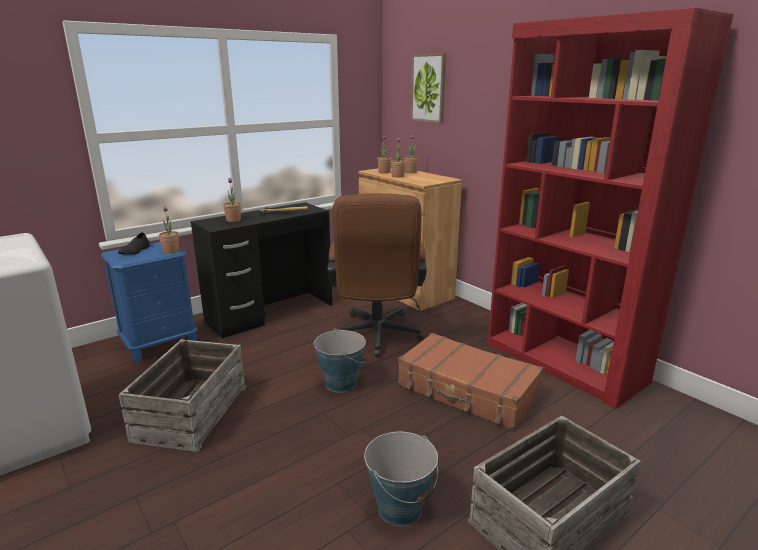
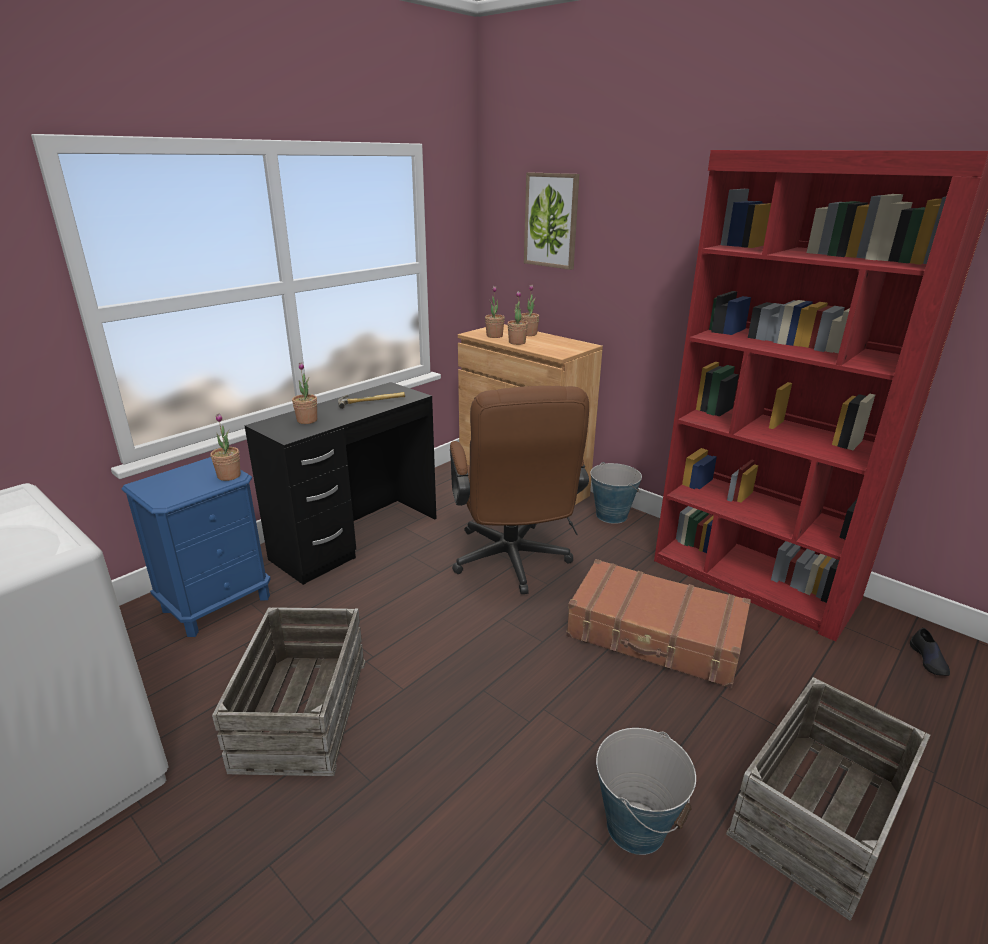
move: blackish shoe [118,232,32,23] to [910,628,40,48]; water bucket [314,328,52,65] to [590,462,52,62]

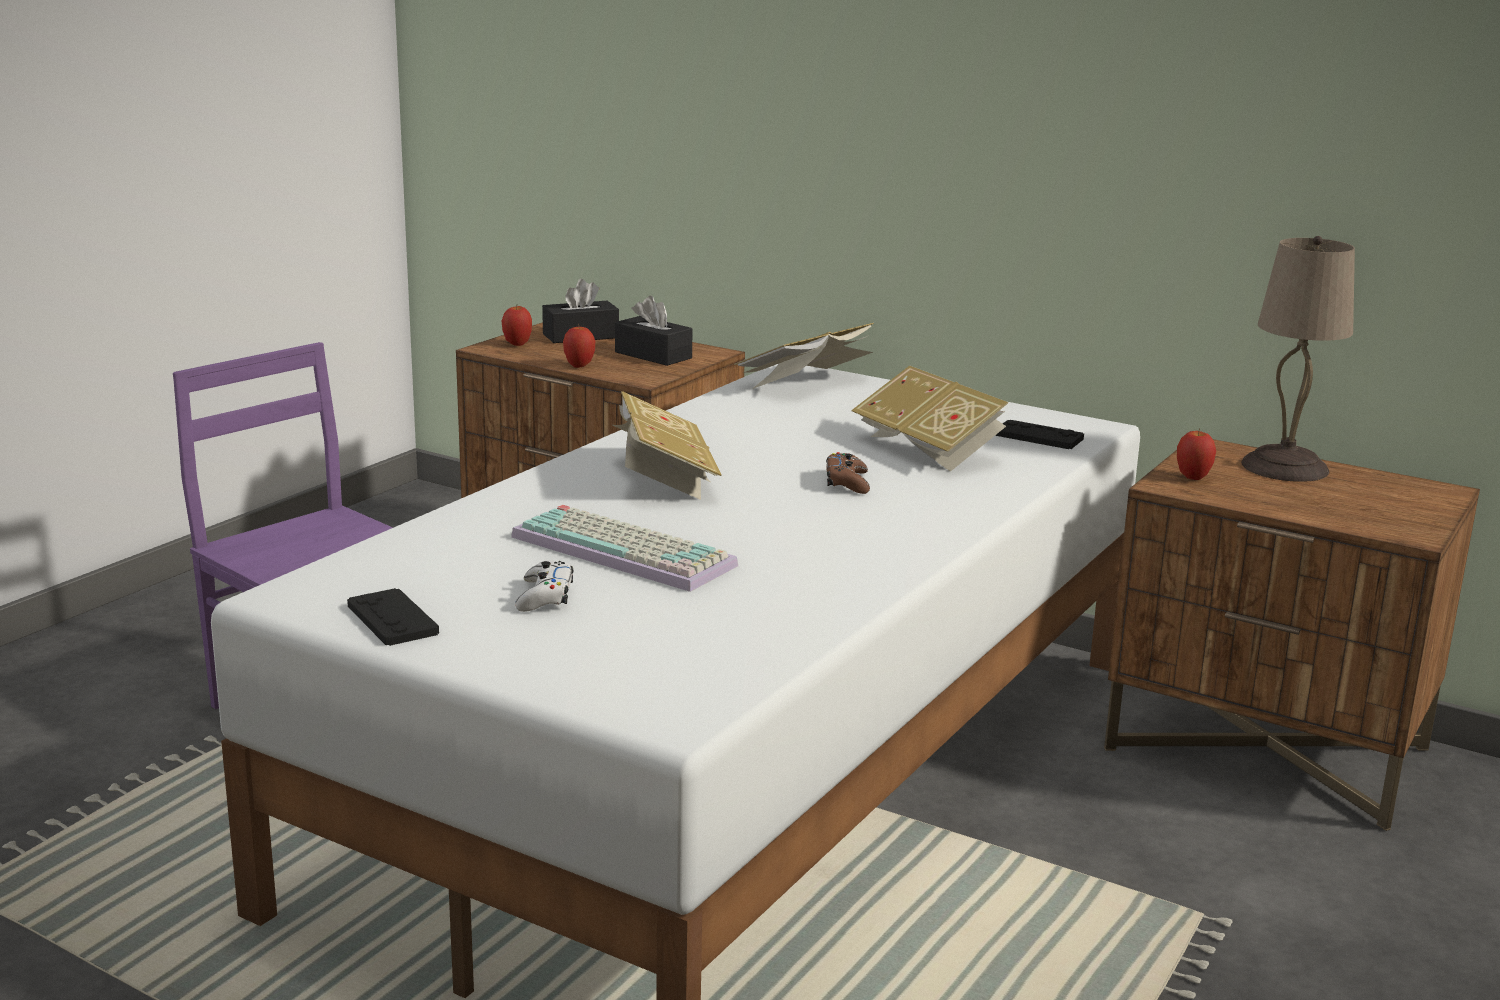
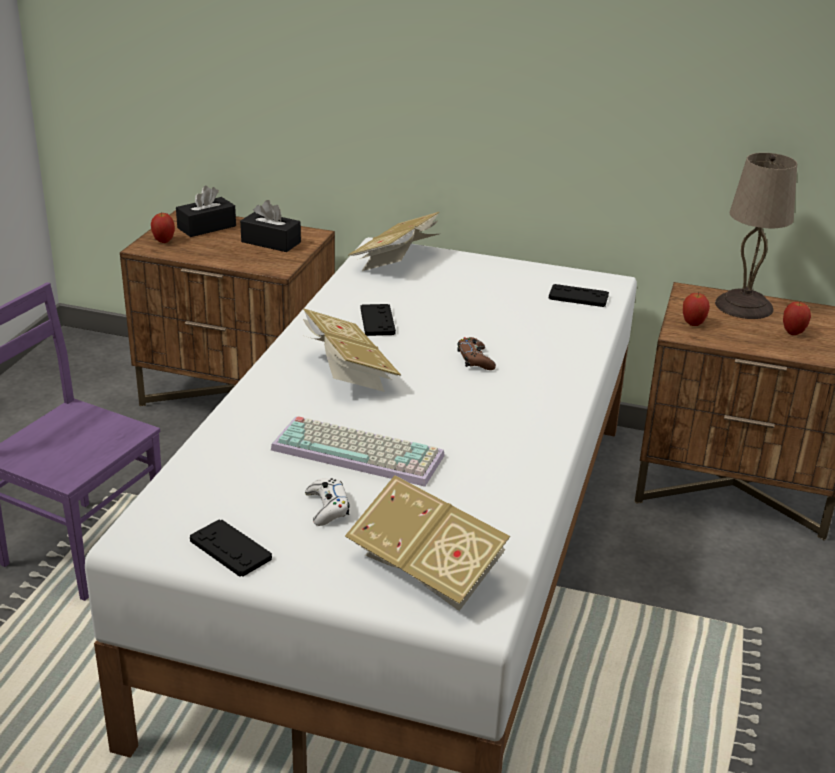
insert: blackish game controller [361,304,35,32]
move: apple [563,324,32,44] to [783,302,28,33]; volume [851,366,157,106] to [345,475,165,136]

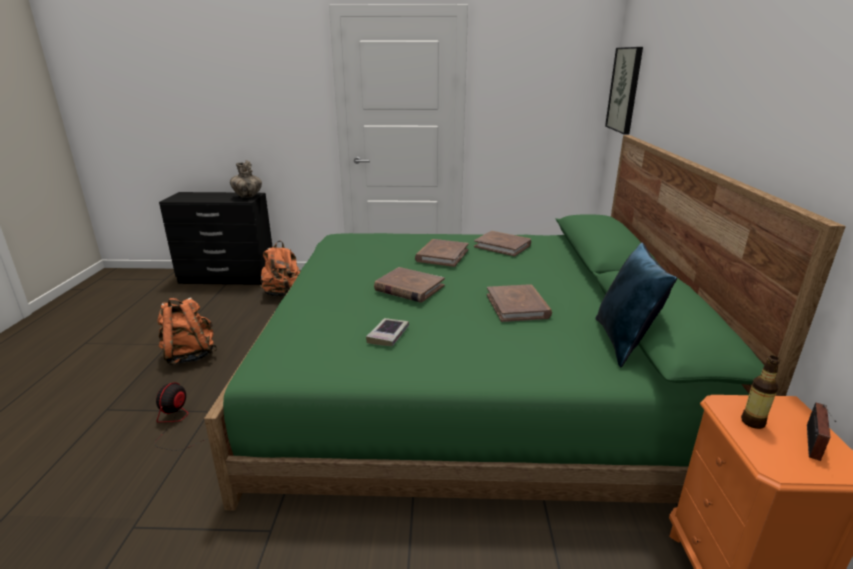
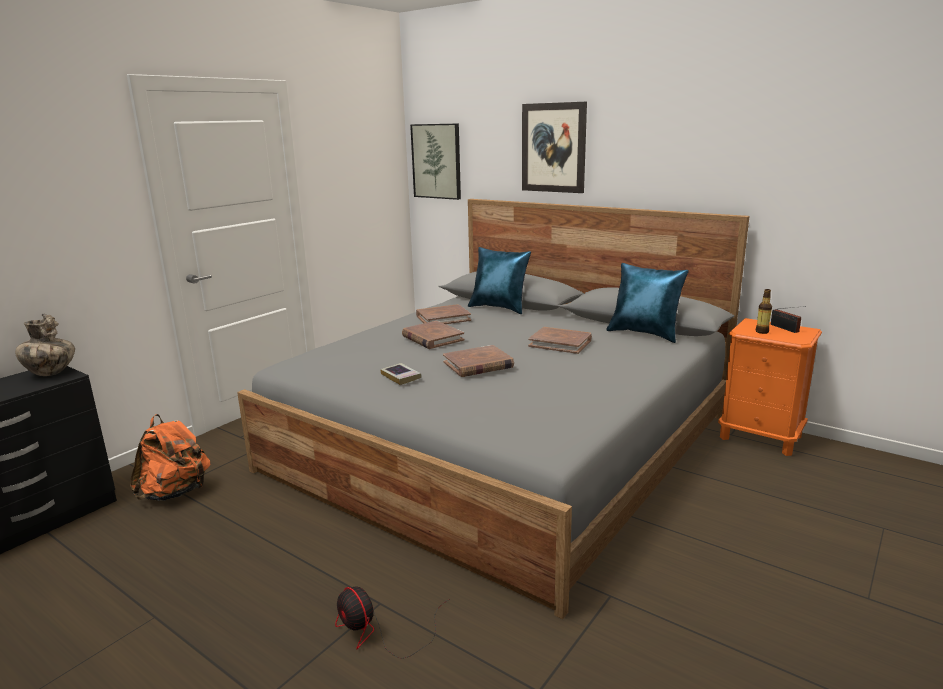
delete: orange backpack [157,297,60,68]
insert: picture [522,102,65,91]; blue cushion [468,247,63,67]
move: volume [366,318,43,28] to [380,363,42,22]
recolor: green-coloured bedroom bed [204,135,642,376] to grey bedroom bed [237,199,513,420]

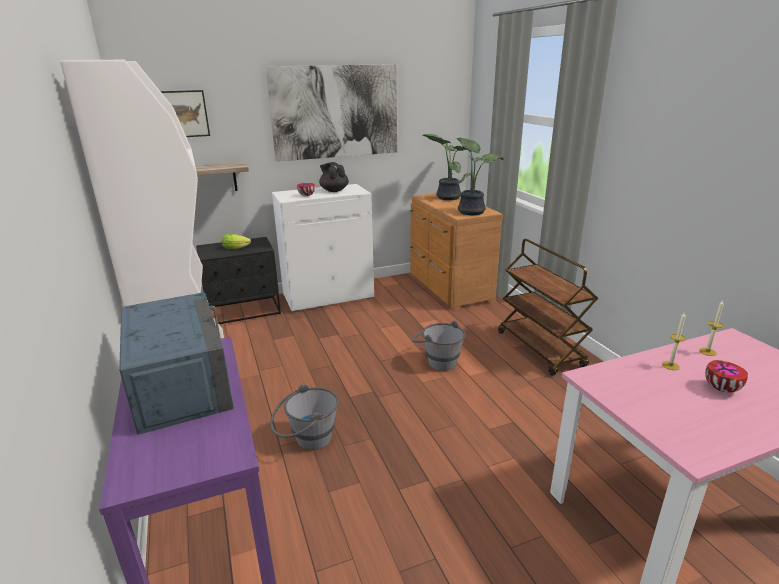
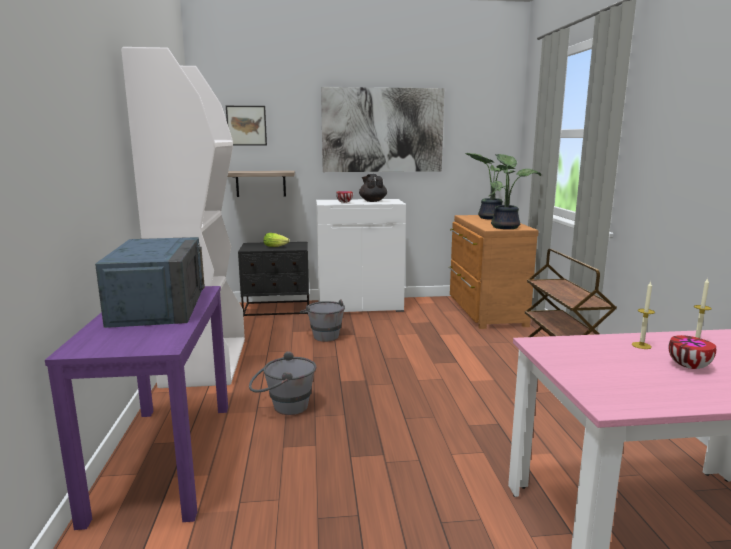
move: grey water bucket [412,320,54,51] to [300,299,45,43]

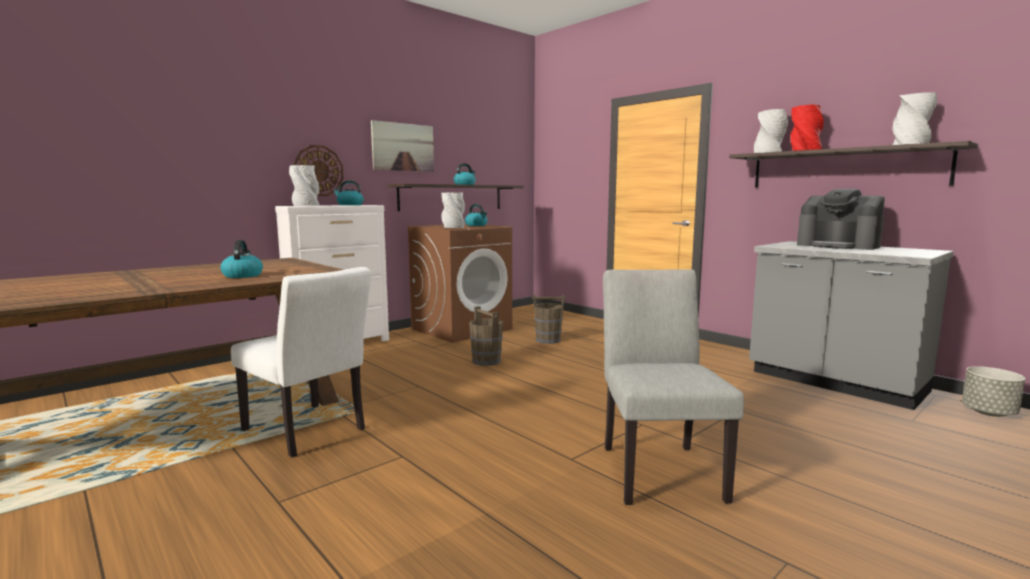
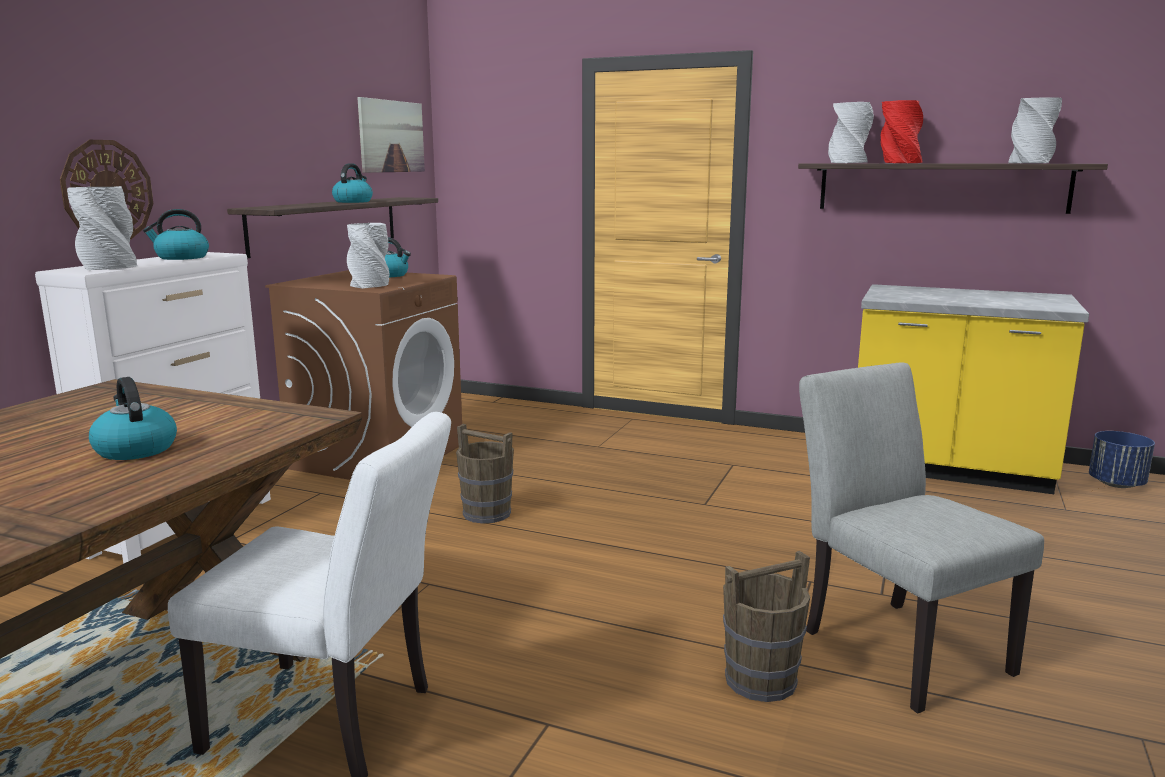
delete: coffee maker [797,189,88,61]
move: picture [371,120,63,52] to [357,97,68,76]; brownish water bucket [532,294,33,50] to [723,551,87,151]
recolor: grey kitchen base unit [749,241,205,169] to yellow-coloured kitchen base unit [858,284,231,210]; grey plant pot [962,366,63,51] to blue plant pot [1089,431,66,57]

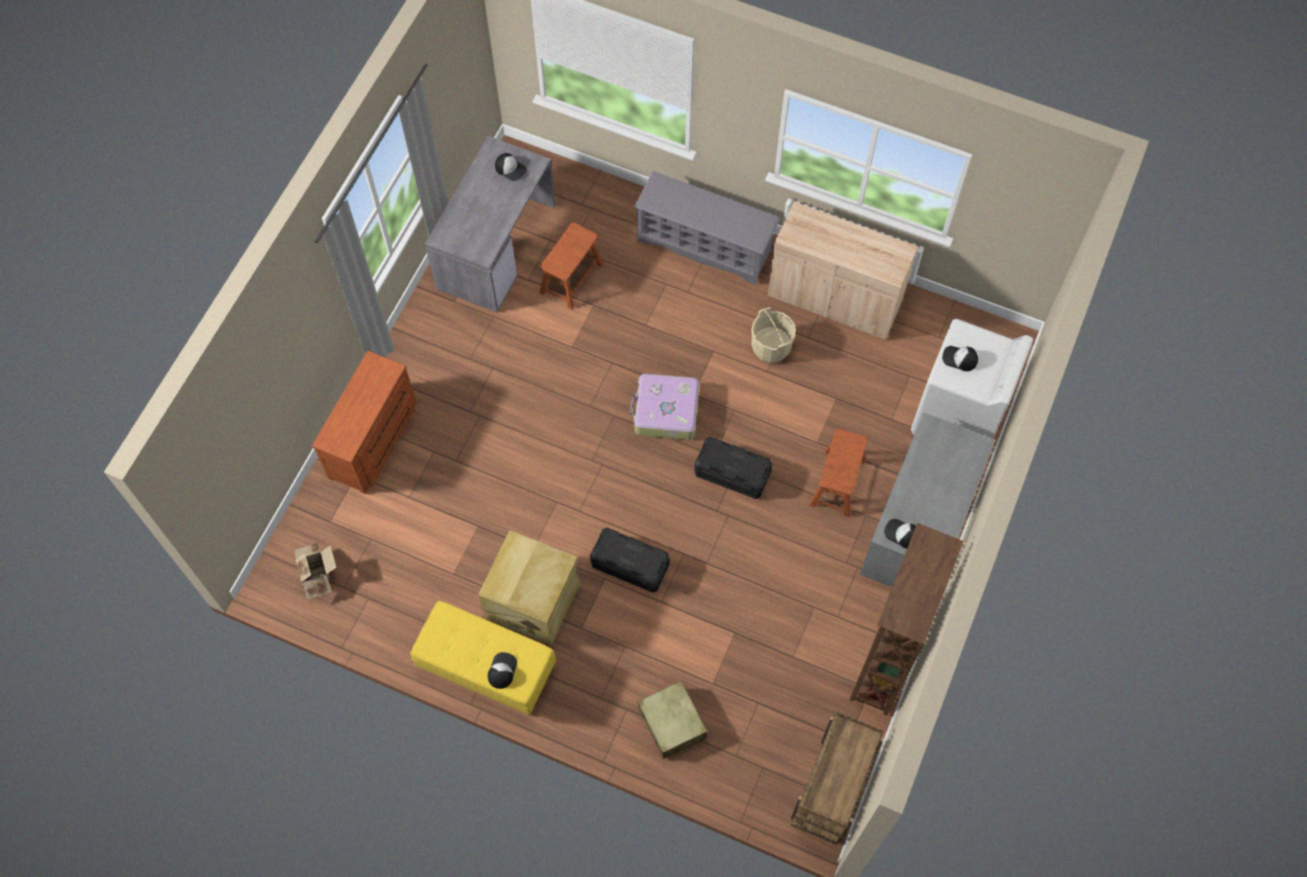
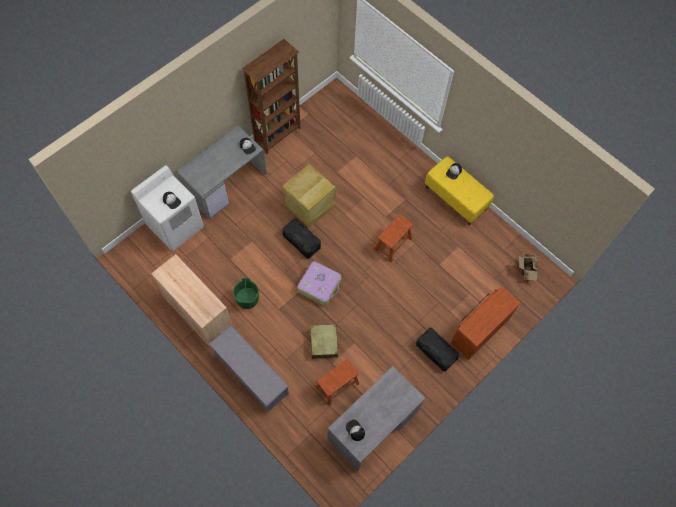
delete: brownish cart [791,711,93,135]
move: brownish sitting stool [809,429,59,88] to [374,214,40,48]; blackish storage container [590,528,80,65] to [416,328,43,43]; beige-coloured storage container [478,531,103,115] to [282,164,54,64]; beige-coloured suitcase [638,681,69,78] to [310,324,29,35]
recolor: beige-coloured water bucket [751,307,45,56] to green-coloured water bucket [233,278,26,31]

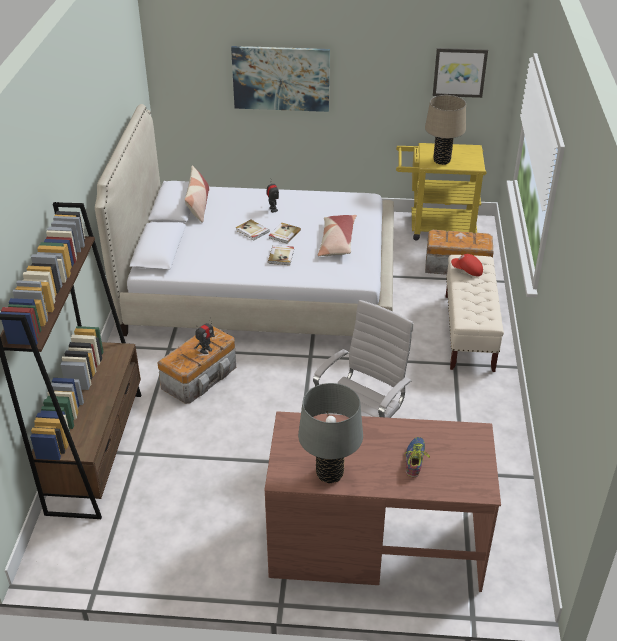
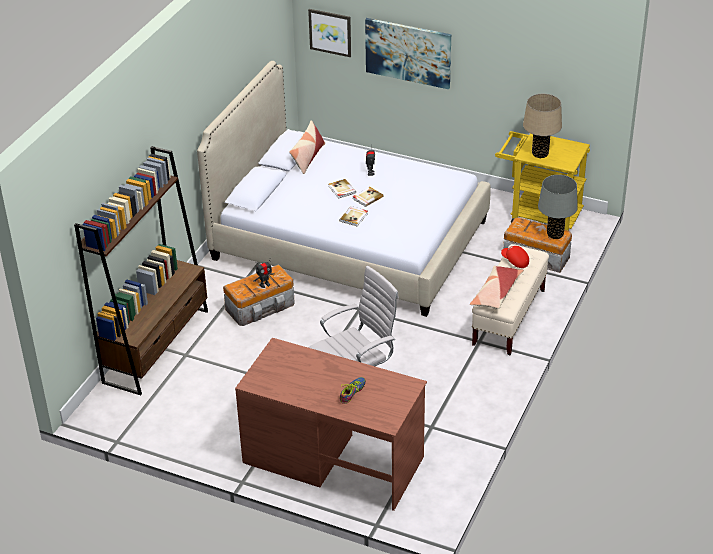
move: picture [433,48,55,50] to [308,9,43,48]; cushion [318,215,39,41] to [470,266,54,42]; grey table lamp [298,383,65,101] to [538,175,40,64]

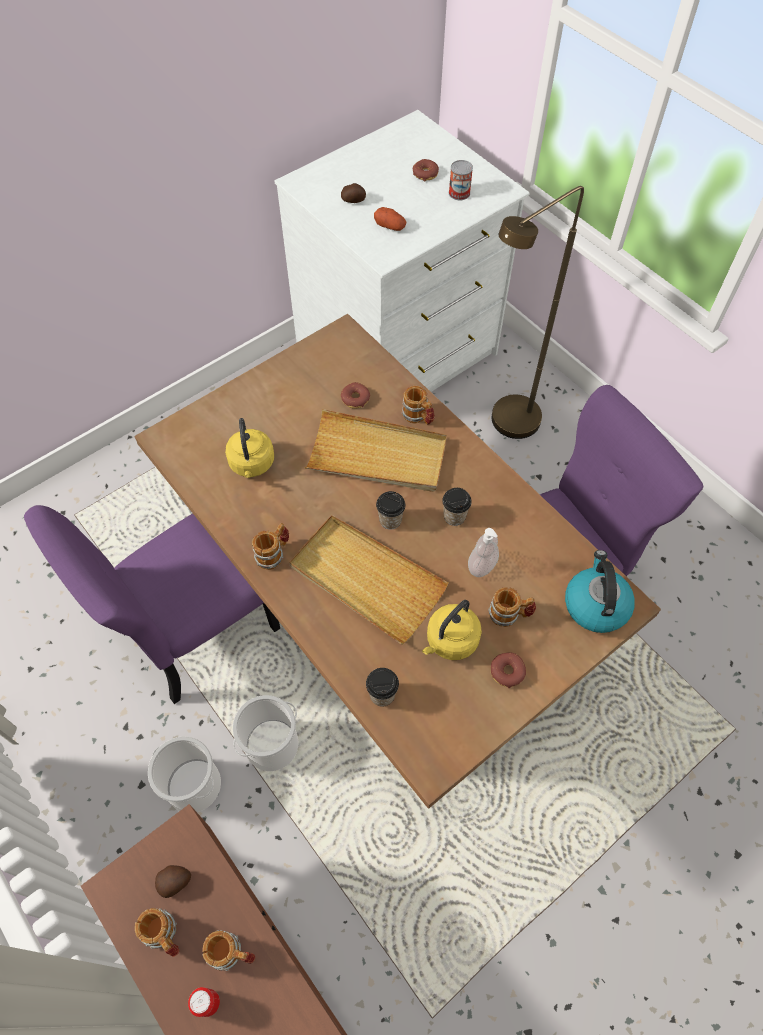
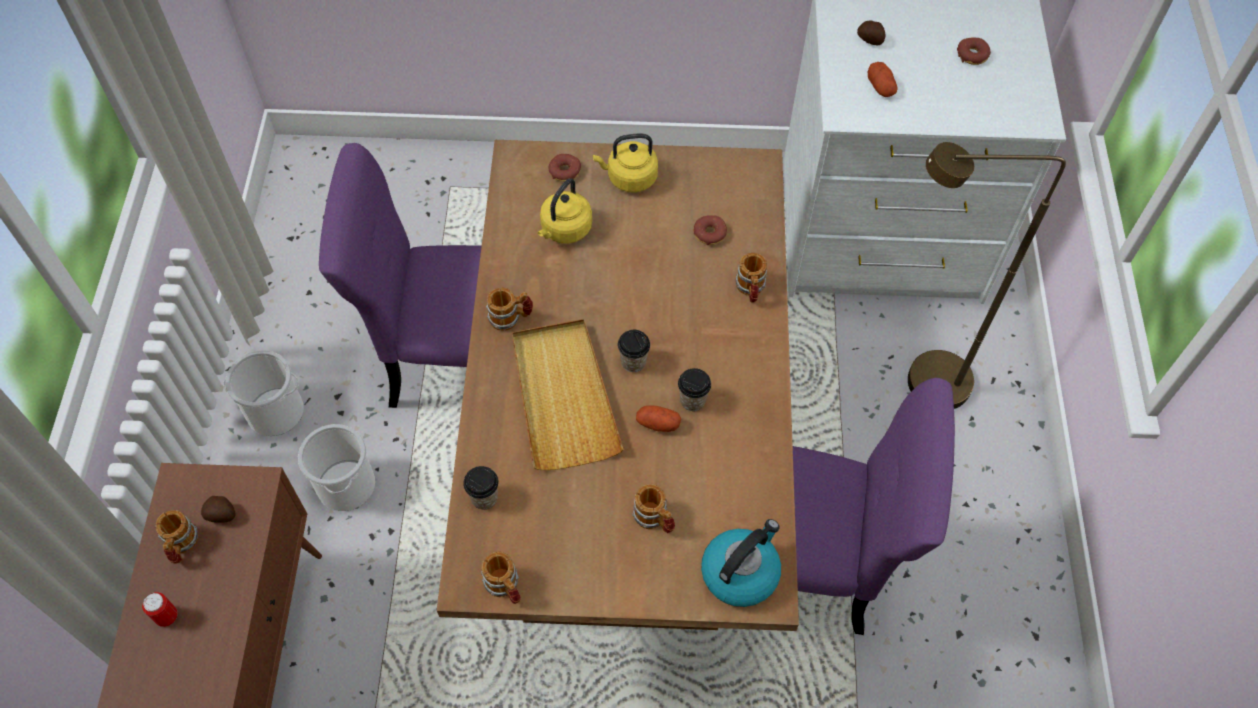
delete: metal can [449,160,24,41]; beige-coloured serving tray [305,409,142,83]; soap bottle [468,528,31,49]
insert: whole potato [636,405,45,27]
move: yellow-coloured kettle [422,600,60,60] to [593,133,65,60]; ring doughnut [491,652,35,36] to [549,154,32,28]; water bucket [233,695,66,76] to [223,350,81,86]; tea mug [203,930,52,41] to [481,552,40,52]

